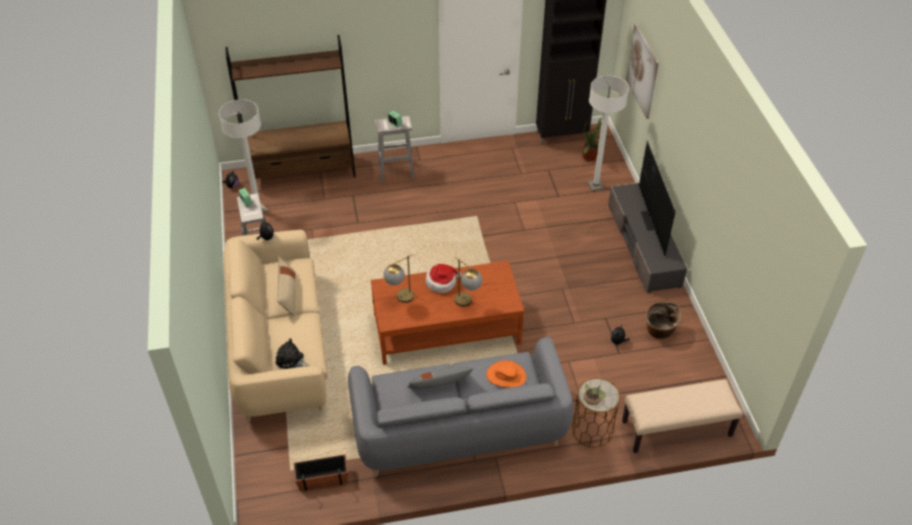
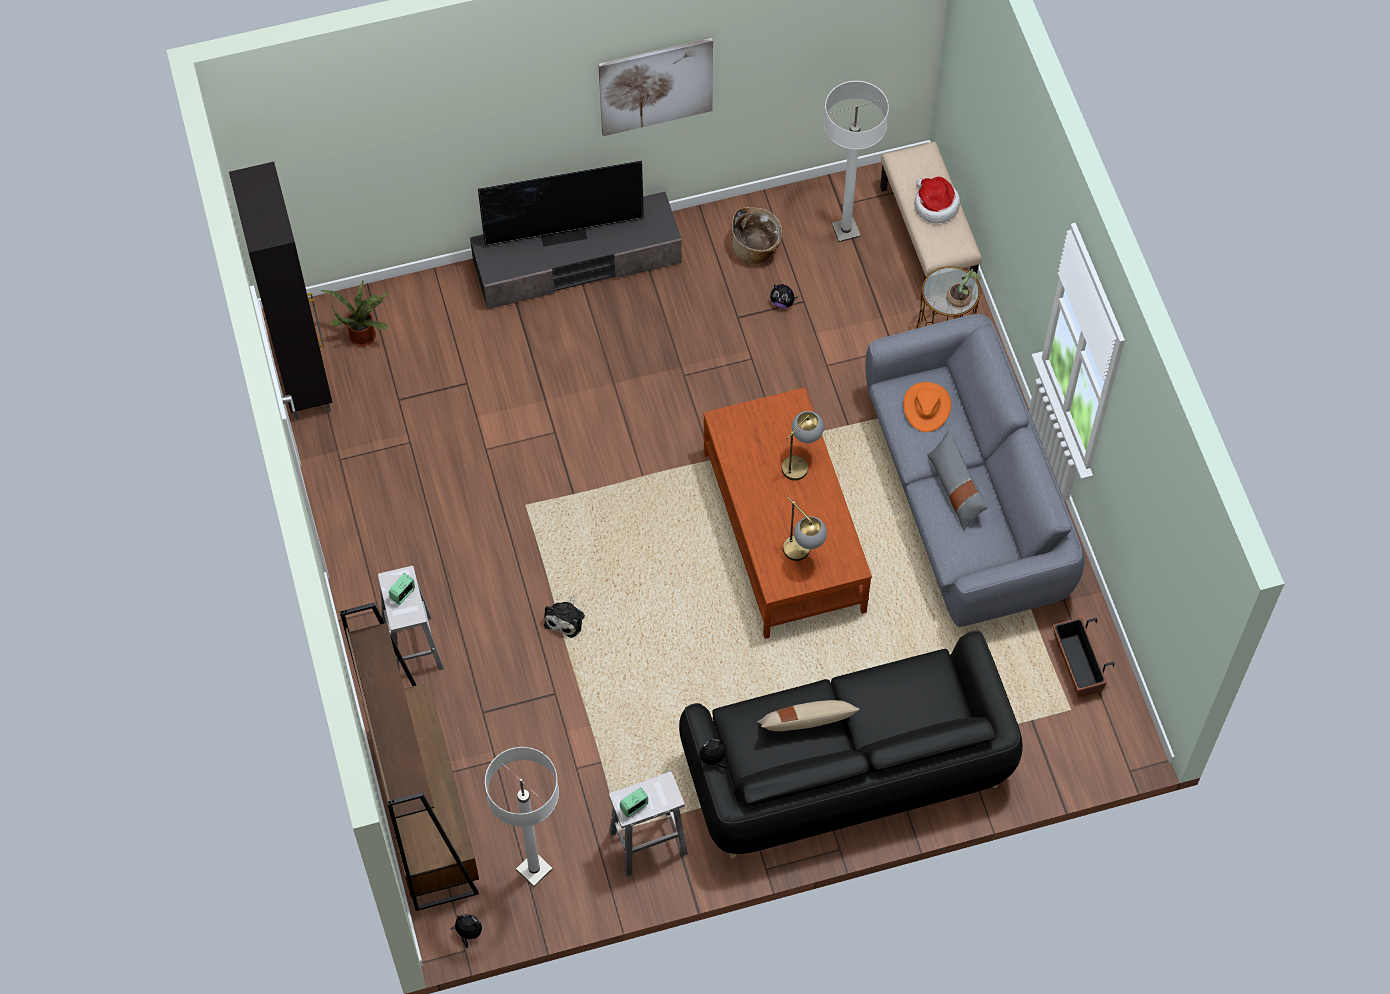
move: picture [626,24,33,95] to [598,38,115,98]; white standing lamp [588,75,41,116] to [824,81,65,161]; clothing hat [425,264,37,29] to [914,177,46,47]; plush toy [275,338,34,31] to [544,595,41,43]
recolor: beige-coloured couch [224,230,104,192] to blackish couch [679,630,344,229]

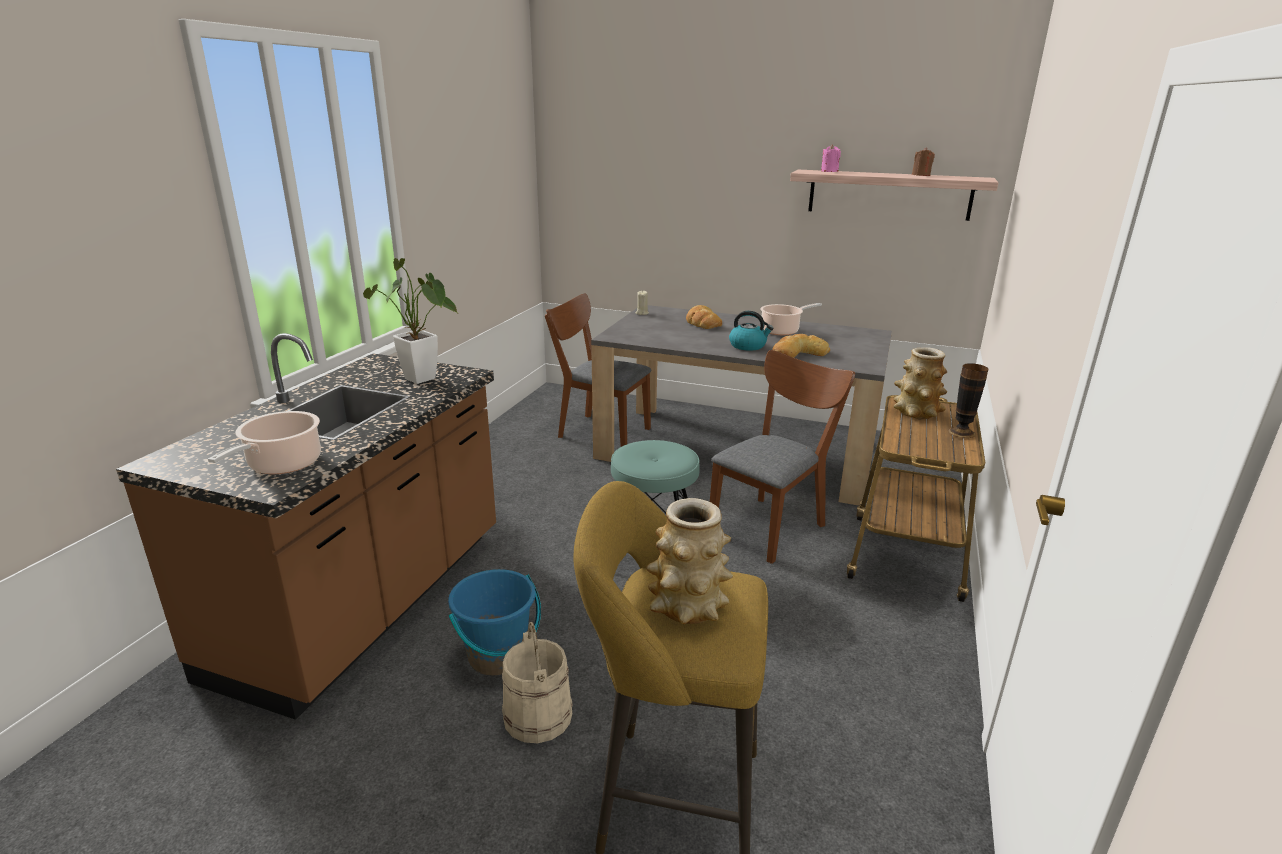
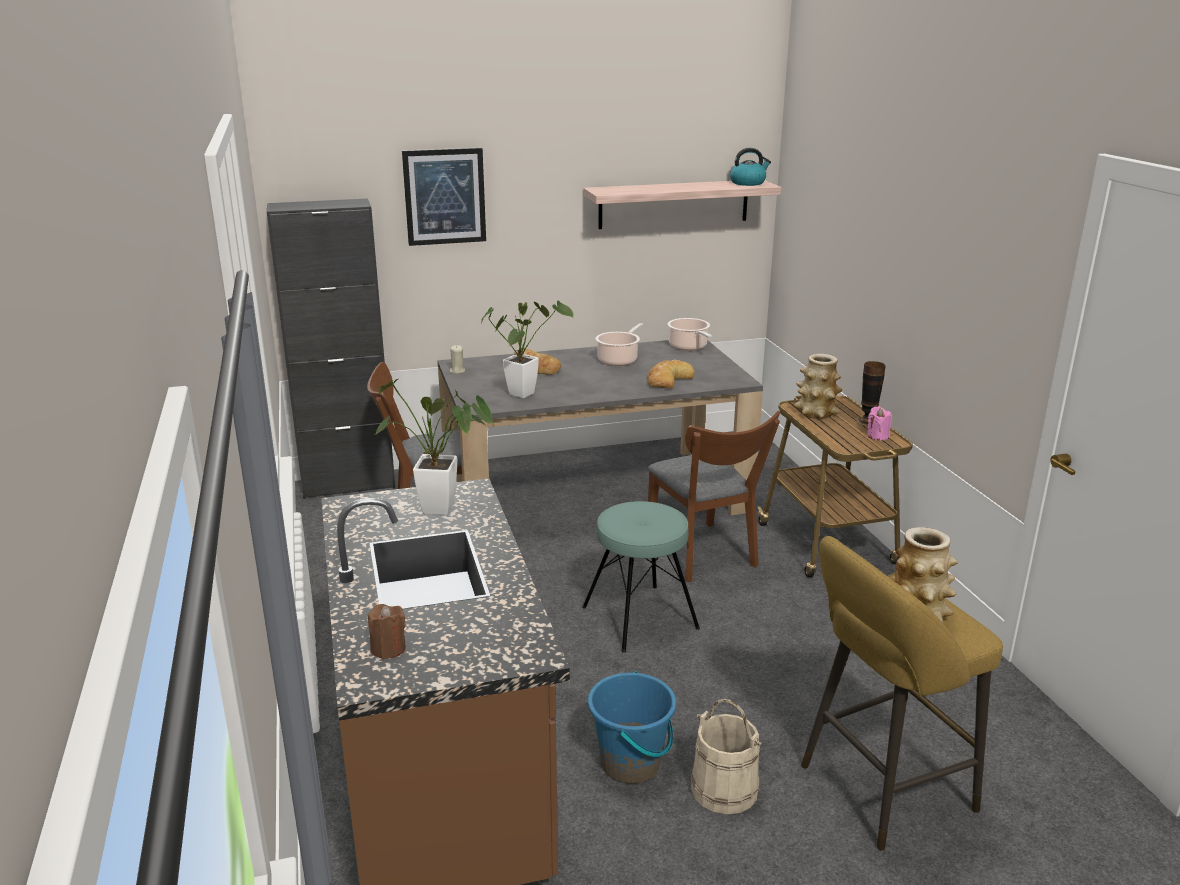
insert: picture [402,148,84,98]; blackish cupboard [267,198,128,301]; houseplant [481,300,93,98]
move: pinkish wax candle [821,144,20,28] to [867,406,25,34]; brownish wax candle [912,148,23,28] to [368,604,38,55]; kettle [729,311,45,40] to [730,148,41,38]; saucepot [208,411,113,63] to [668,318,44,32]
rotate: brownish upright chair [710,350,145,214] = [648,411,132,171] 150 degrees clockwise

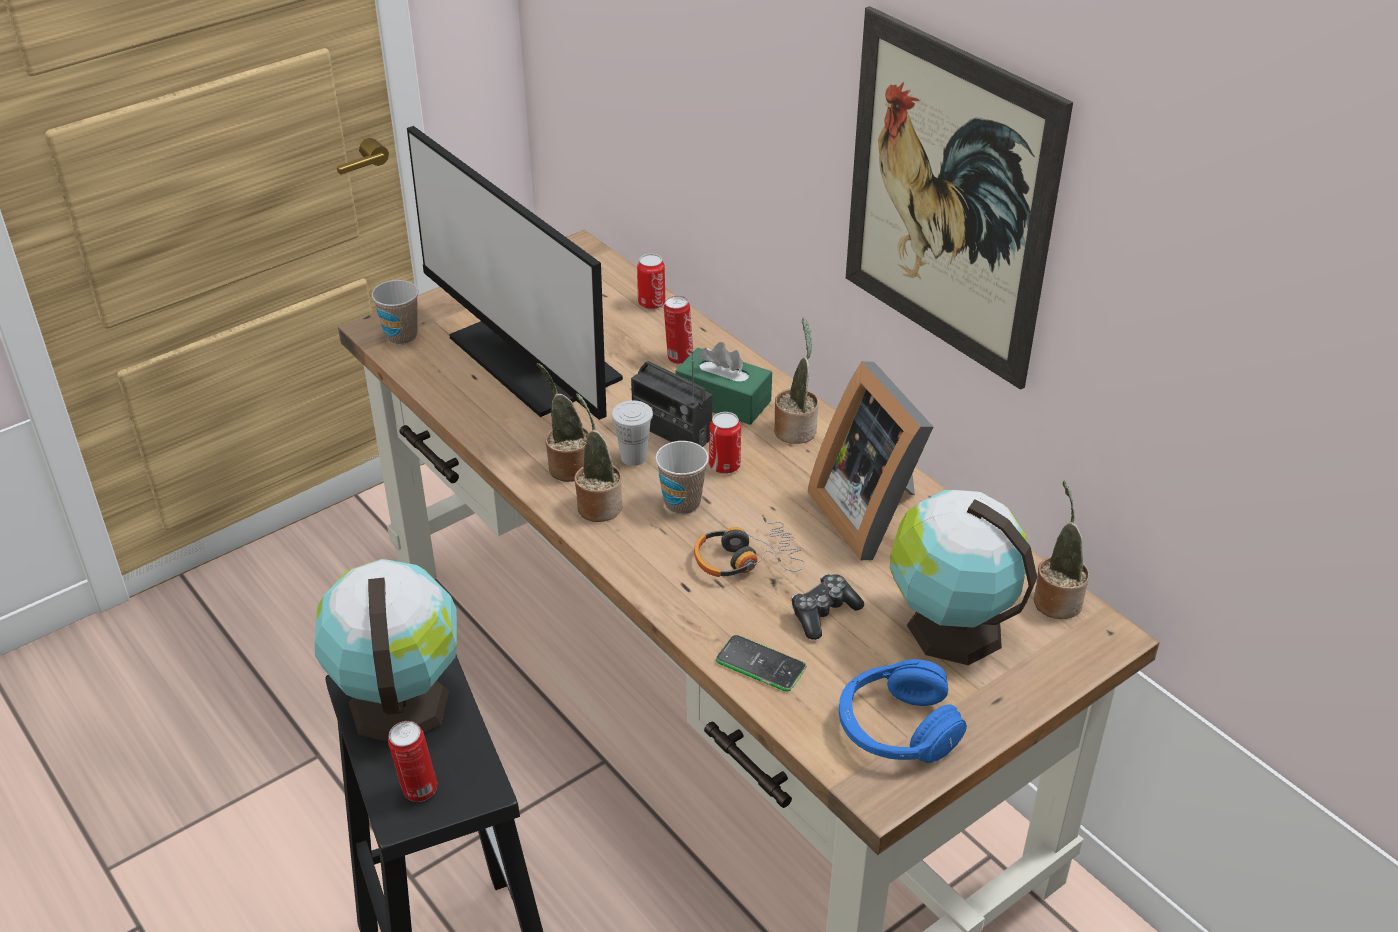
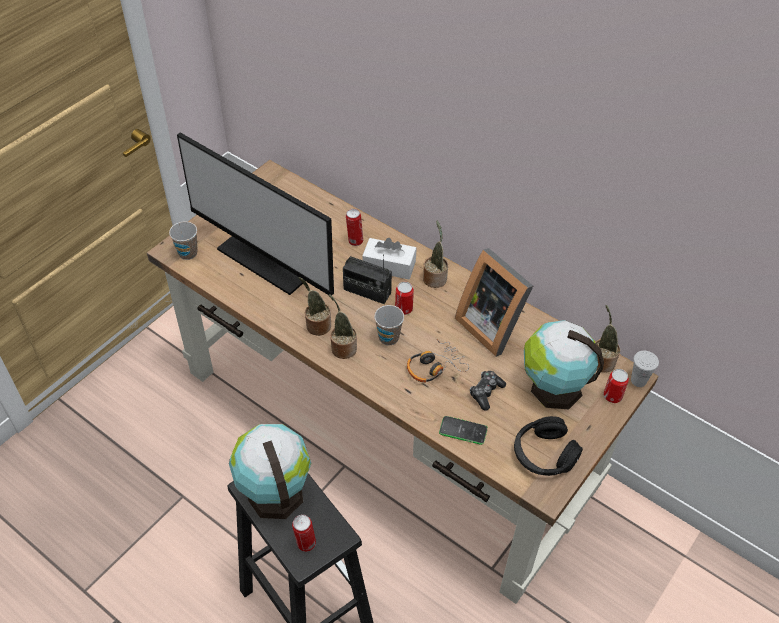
delete: picture [846,6,227,384]
move: metal can [637,254,28,55] to [604,369,25,34]; white small cup [612,400,41,66] to [631,351,28,36]
recolor: green-coloured tissue holder [676,342,96,83] to white tissue holder [362,238,54,41]; blue headset [839,659,128,104] to blackish headset [514,416,69,60]

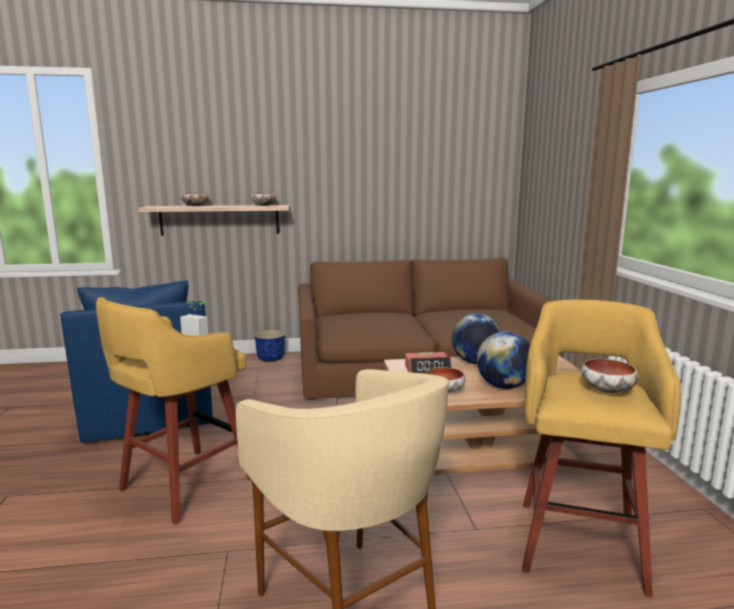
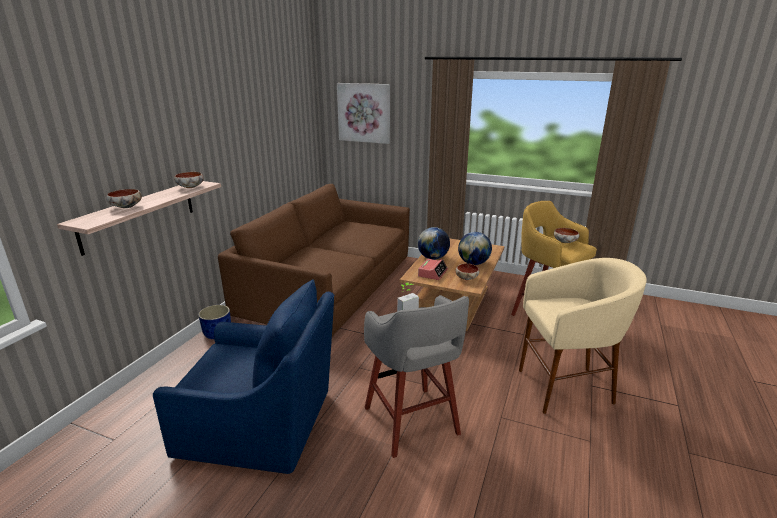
insert: picture [337,83,53,61]
recolor: yellow-coloured sitting stool [96,297,155,228] to grey sitting stool [364,295,105,163]

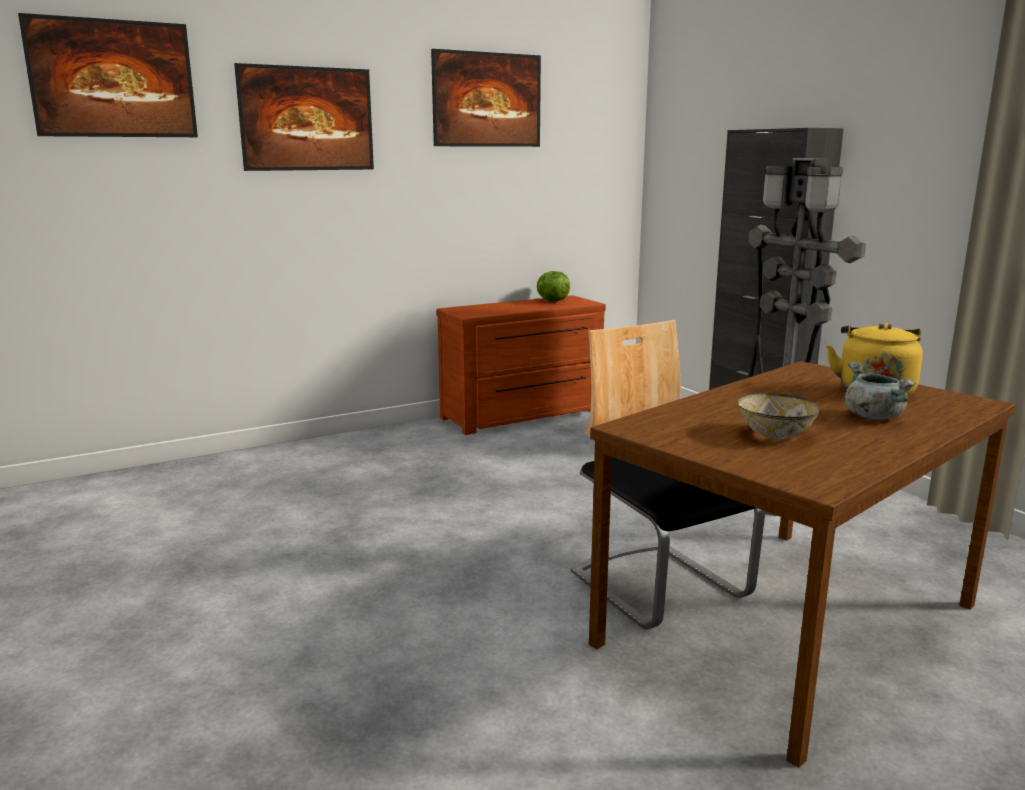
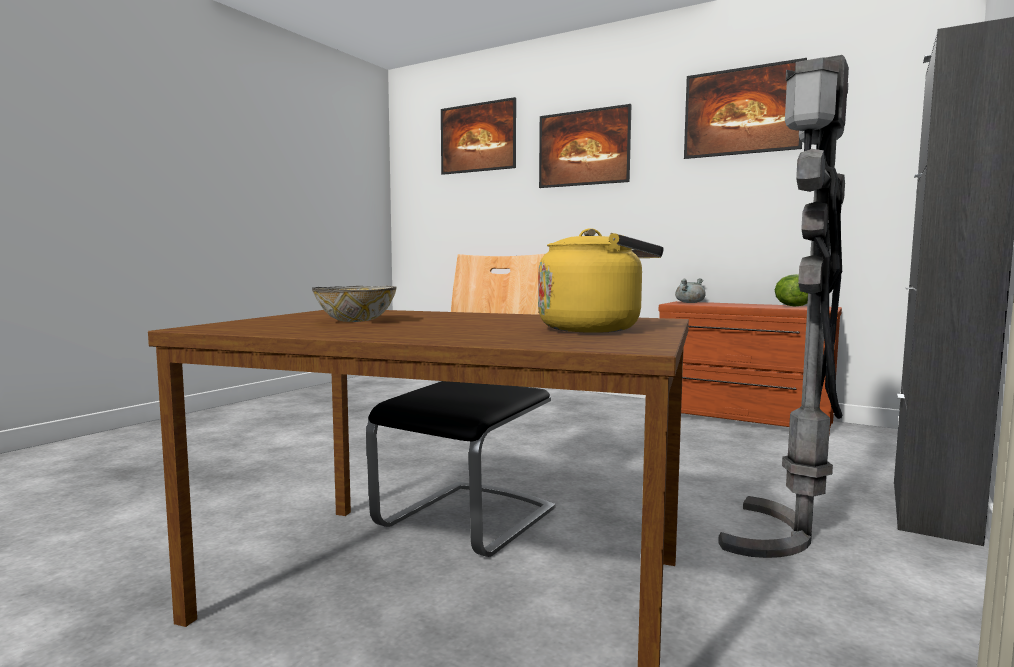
move: grey saucepot [845,362,71,58] to [675,278,31,25]

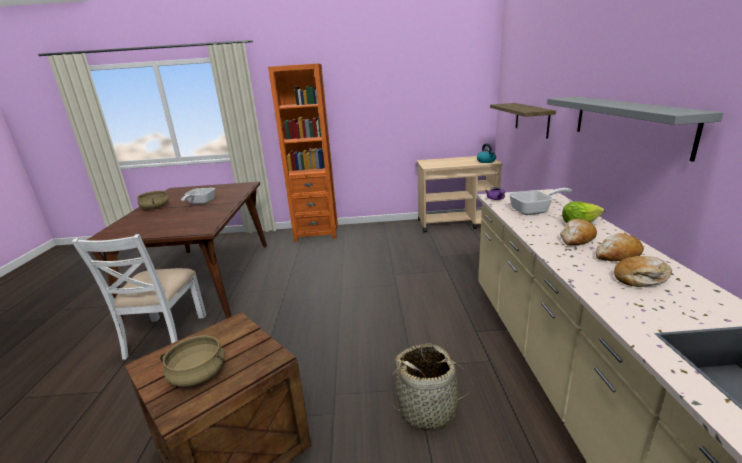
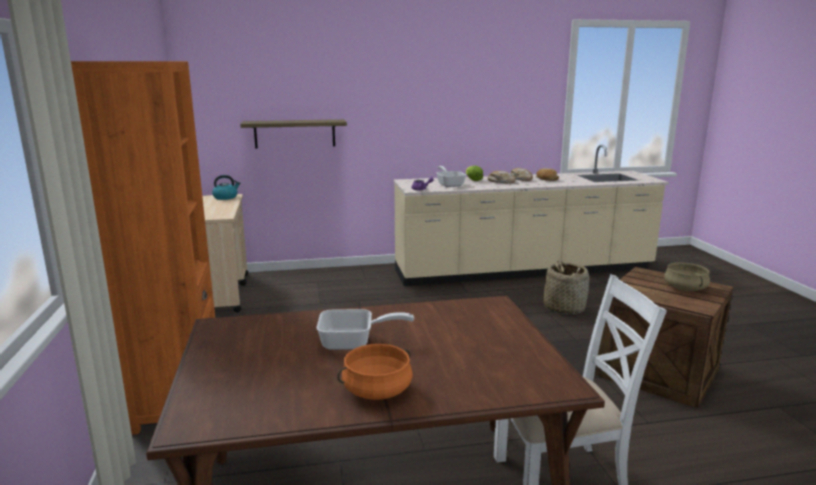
delete: grey wall shelf [547,97,177,65]
recolor: beige-coloured saucepot [137,191,32,18] to orange saucepot [337,344,76,56]

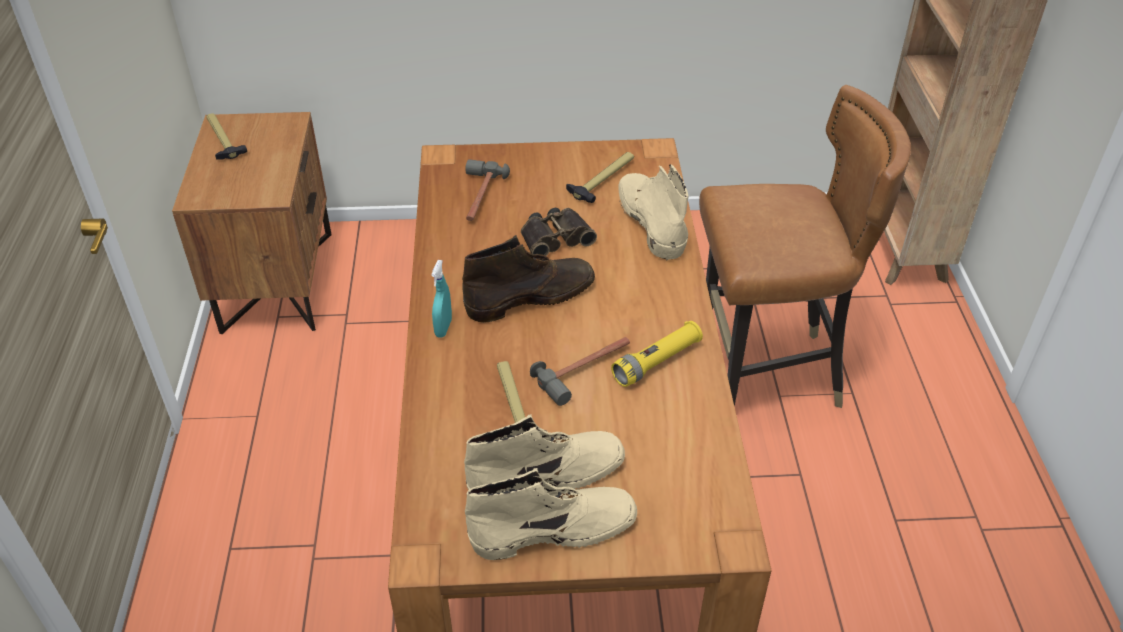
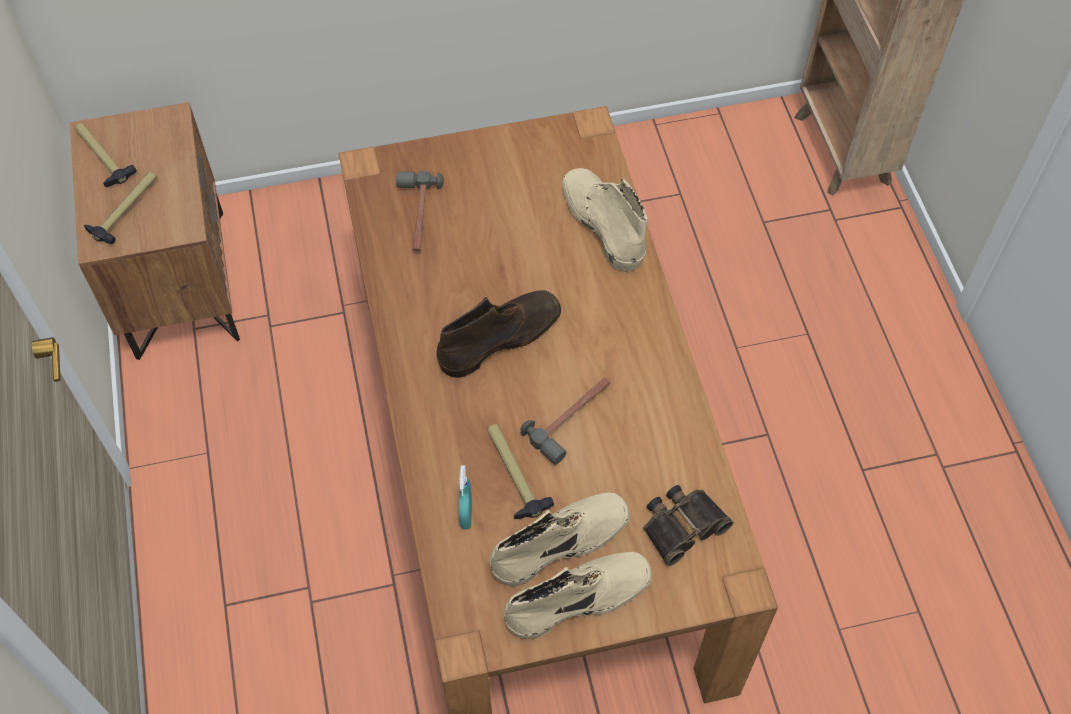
delete: brownish upright chair [699,85,212,323]; yellow-coloured flashlight [611,321,92,66]
move: hand hammer [566,152,68,51] to [84,172,73,72]; field glasses [521,208,76,48] to [643,485,90,81]; turquoise-coloured spray bottle [431,260,21,78] to [459,465,13,64]

